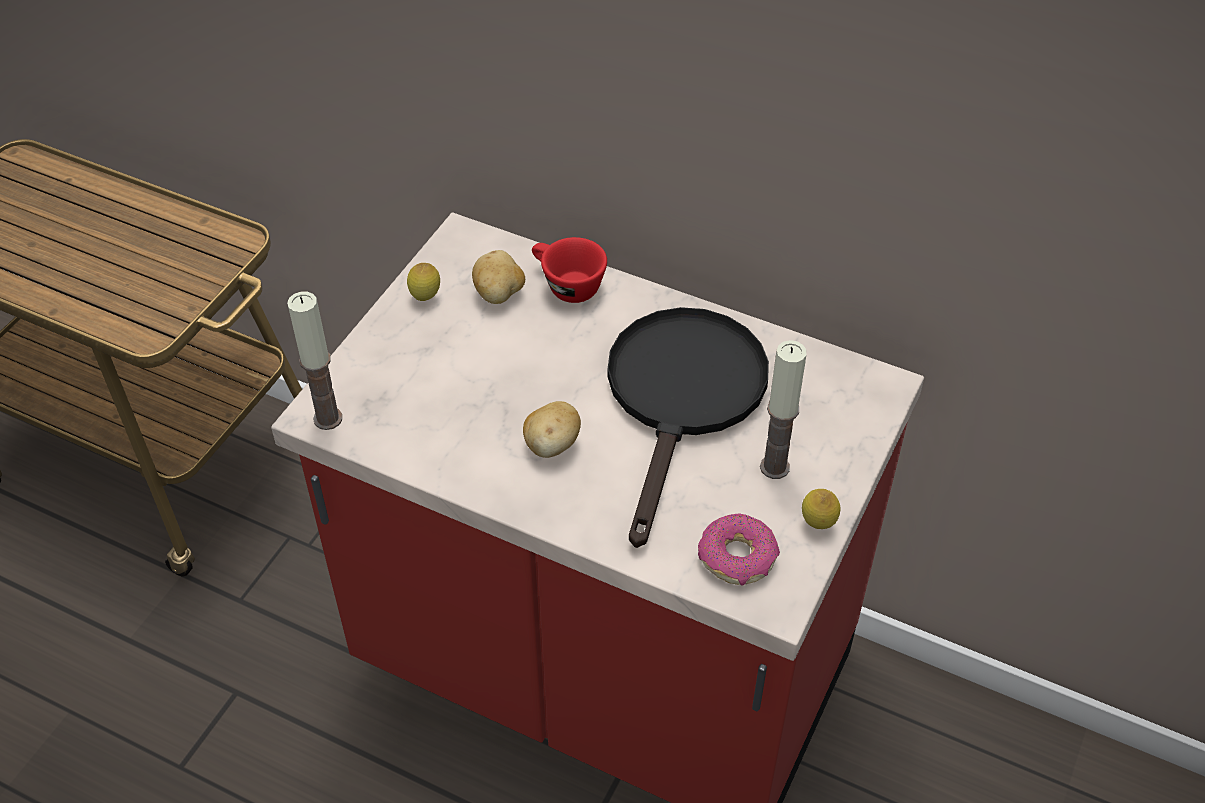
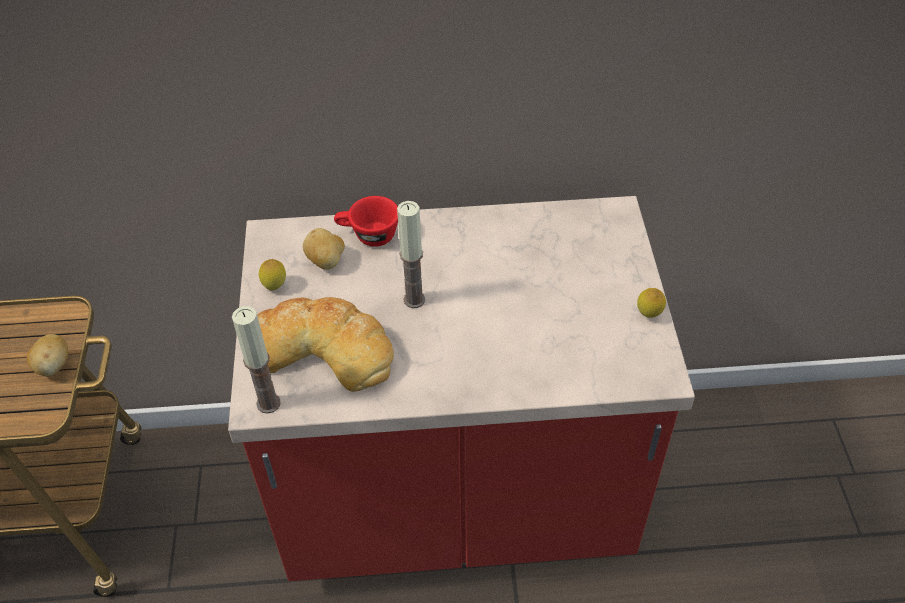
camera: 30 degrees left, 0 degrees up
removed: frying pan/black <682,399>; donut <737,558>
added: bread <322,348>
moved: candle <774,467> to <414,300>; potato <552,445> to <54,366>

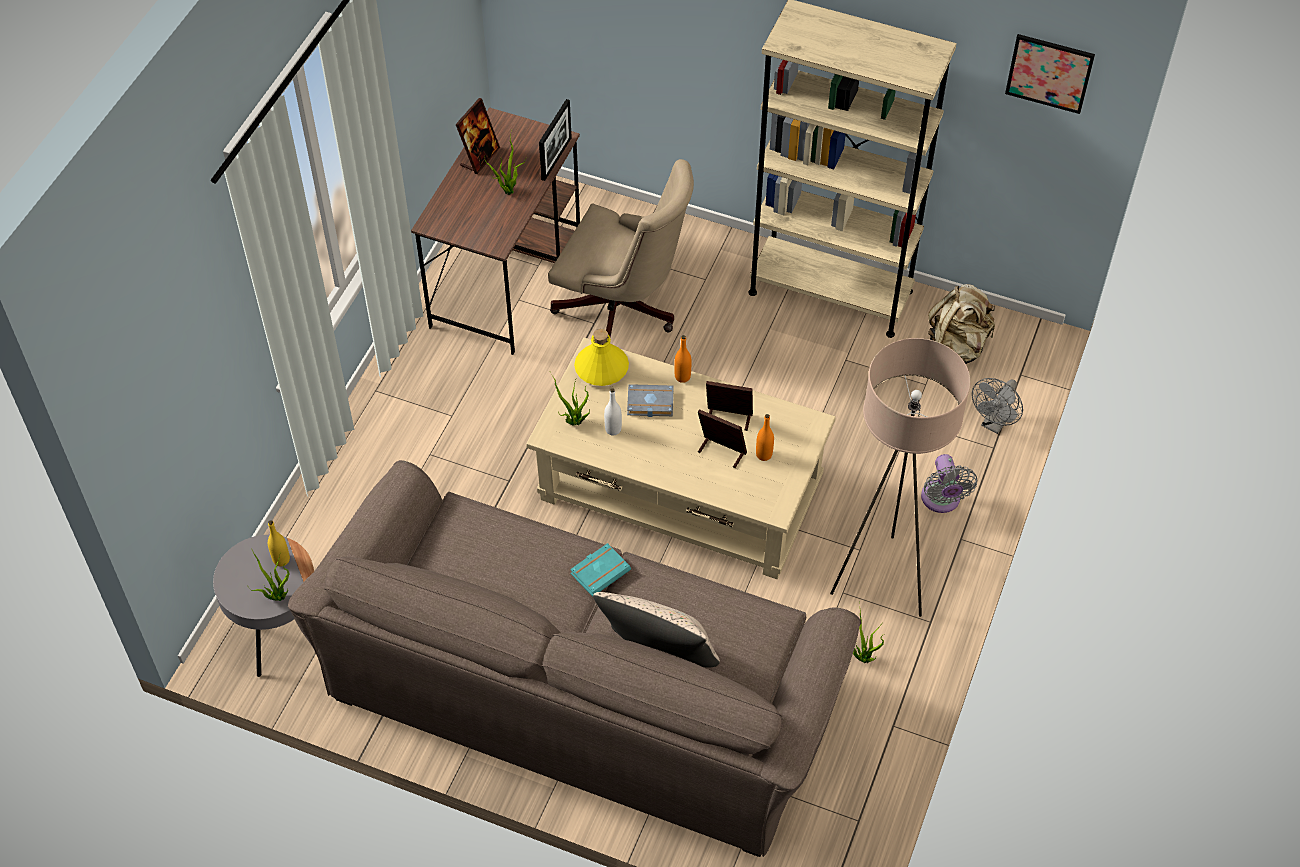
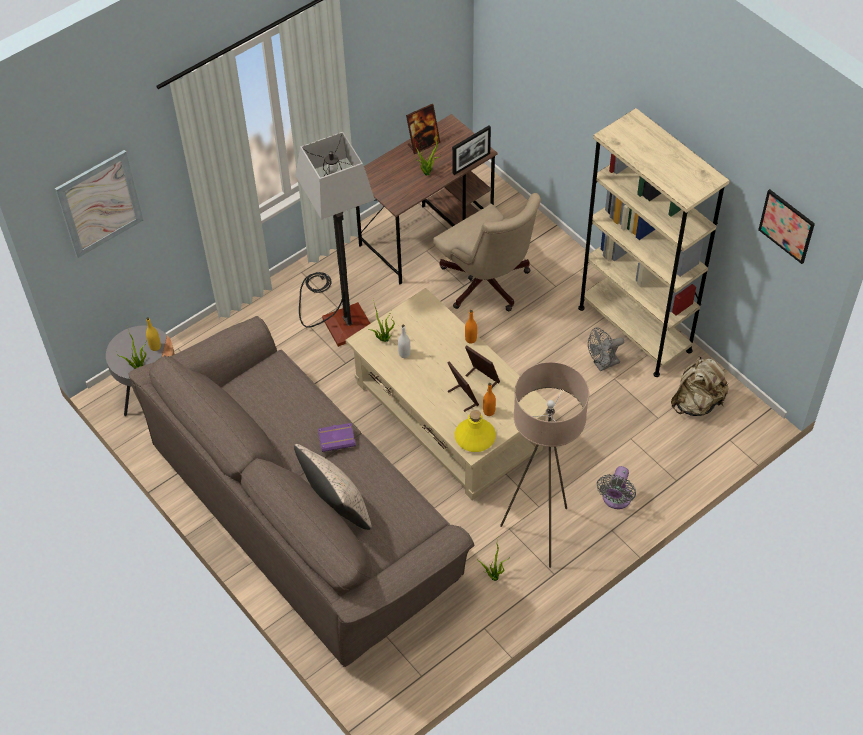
camera: 30 degrees right, 0 degrees up
removed: book/grey <649,404>
added: floor lamp <338,317>; picture <99,204>
moved: bottle/yellow <601,368> to <474,437>; fan/grey <994,424> to <603,364>
recoloured: book/turquoise <600,571> to book/purple <337,438>

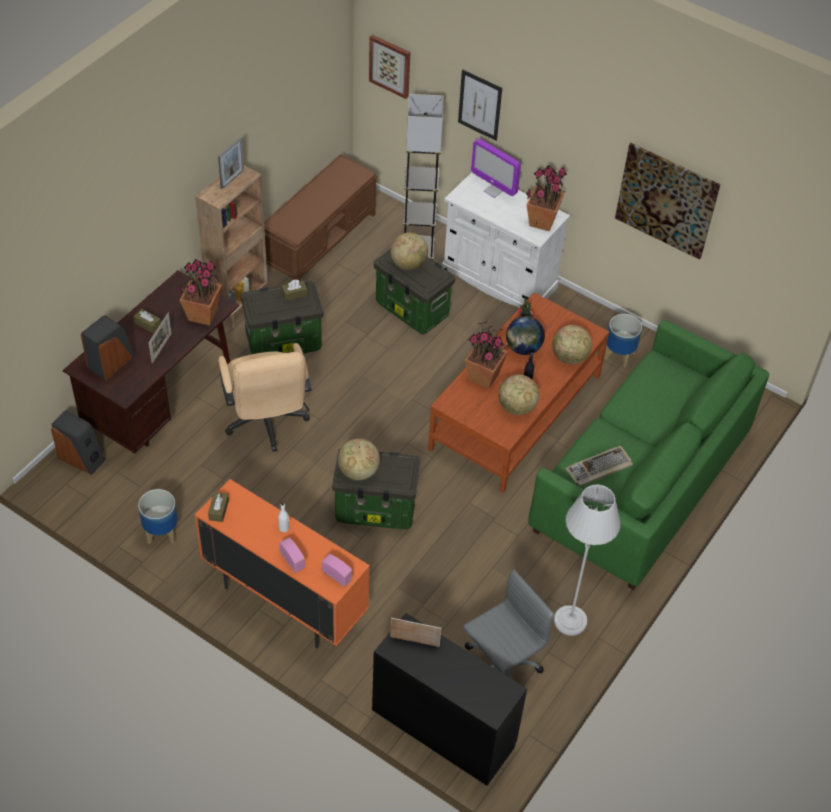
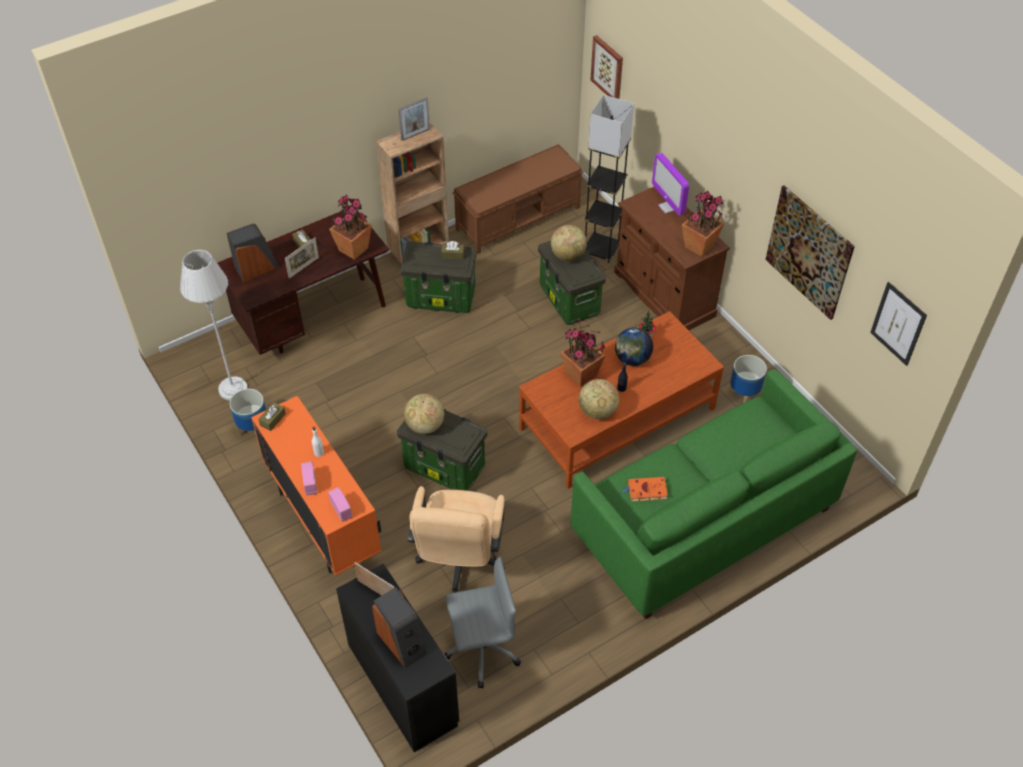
camera: 25 degrees right, 0 degrees up
removed: globe <570,357>
moved: picture <480,105> to <898,323>; office chair/beige <267,424> to <460,562>; speaker <82,458> to <402,642>; floor lamp/grey <570,621> to <233,389>
replaced: keyboard <599,468> to book/orange <646,491>
recoloured: cabinet/white <499,278> to cabinet/brown <663,294>

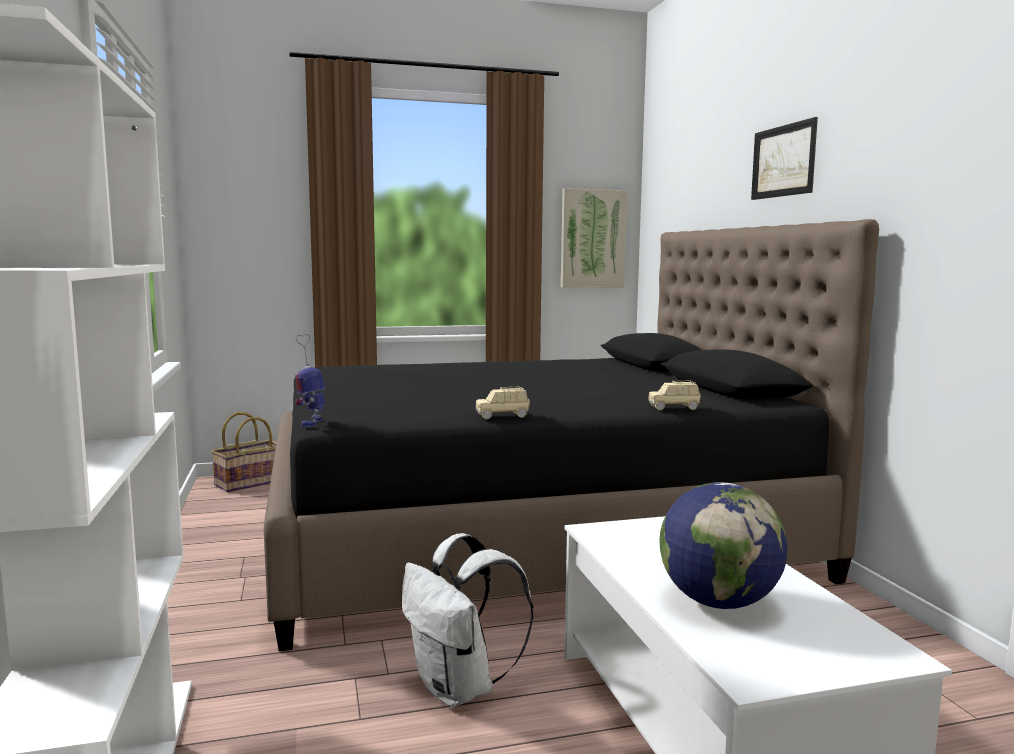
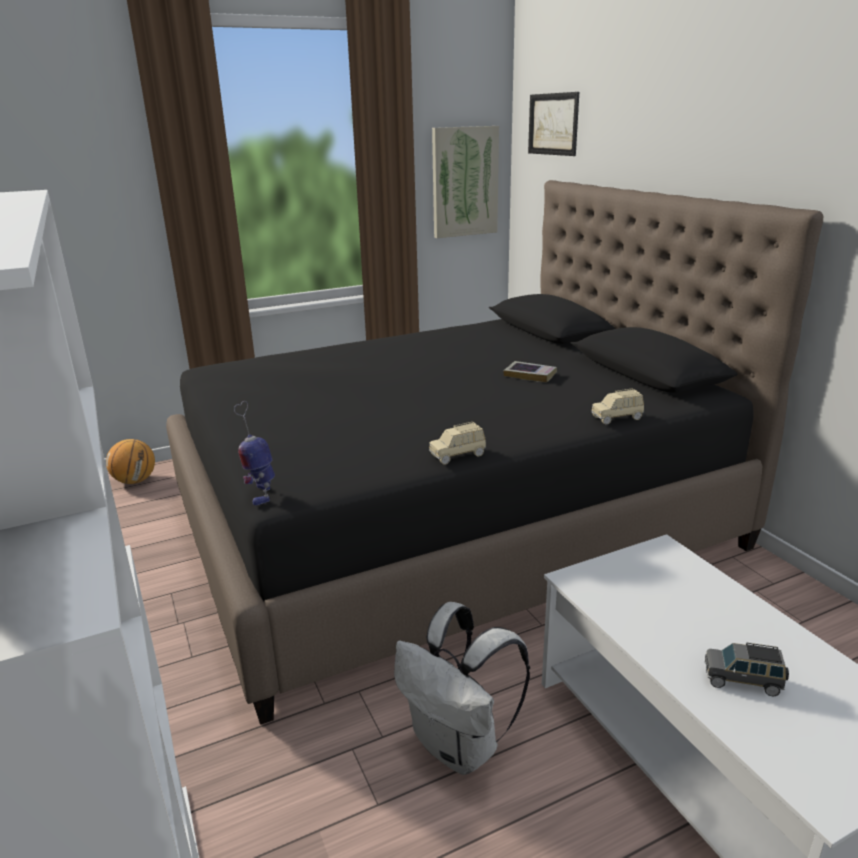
camera: 10 degrees left, 15 degrees up
added: book <530,375>
moved: picture <783,161> to <553,124>
replaced: basket <250,482> to basketball <135,481>; globe <718,602> to toy car/grey <743,680>

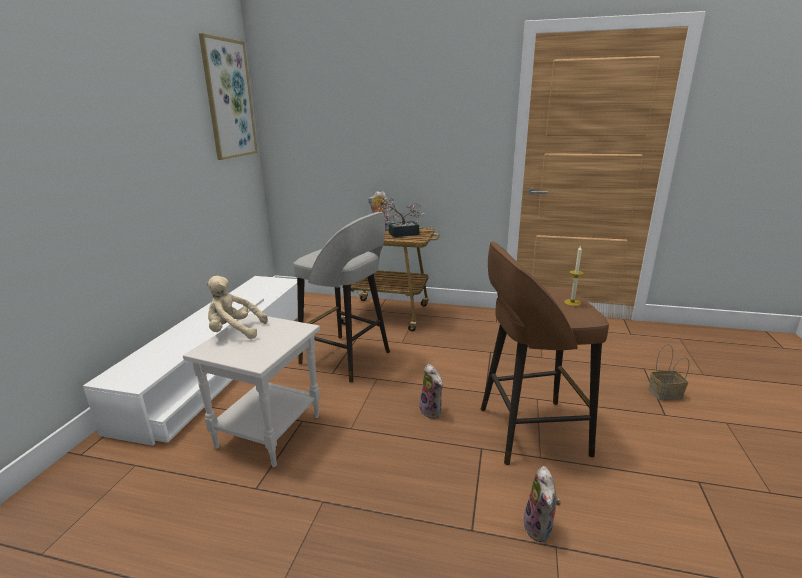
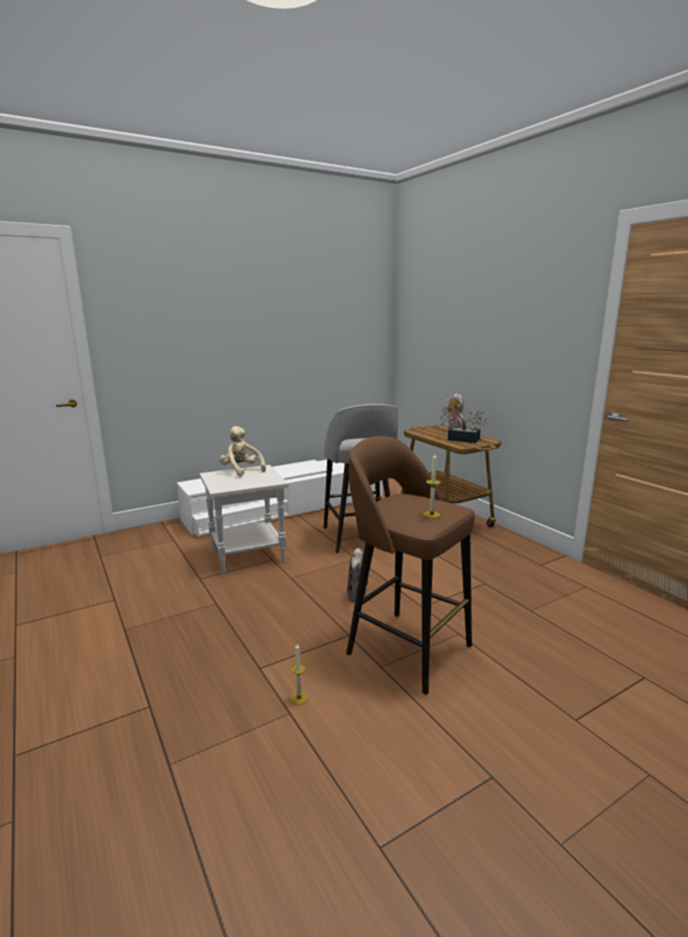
camera: 45 degrees right, 5 degrees down
removed: picture <229,99>; basket <664,394>
replaced: plush toy <540,528> to candle <299,698>

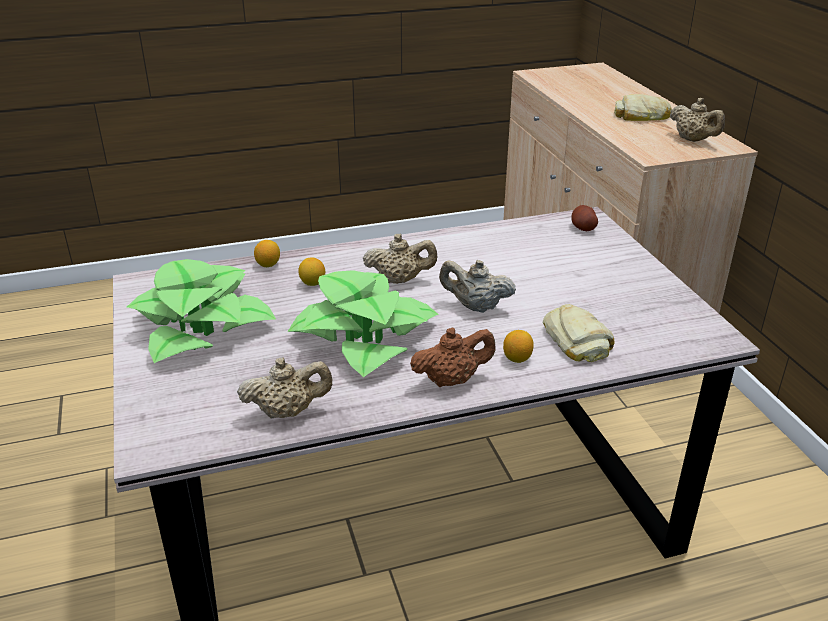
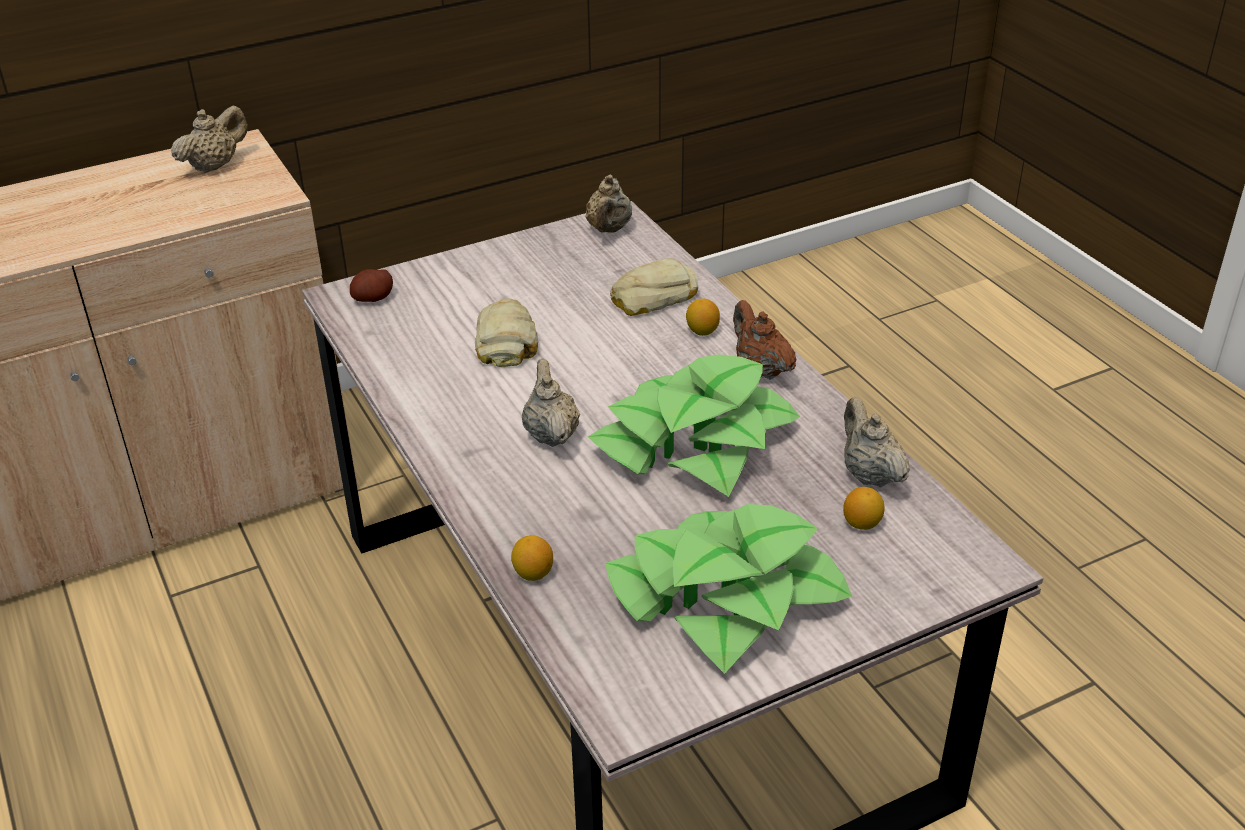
camera: 100 degrees left, 5 degrees up
moved: bread <642,116> to <507,341>; lemon <312,283> to <862,523>; teapot/beige <475,307> to <608,229>

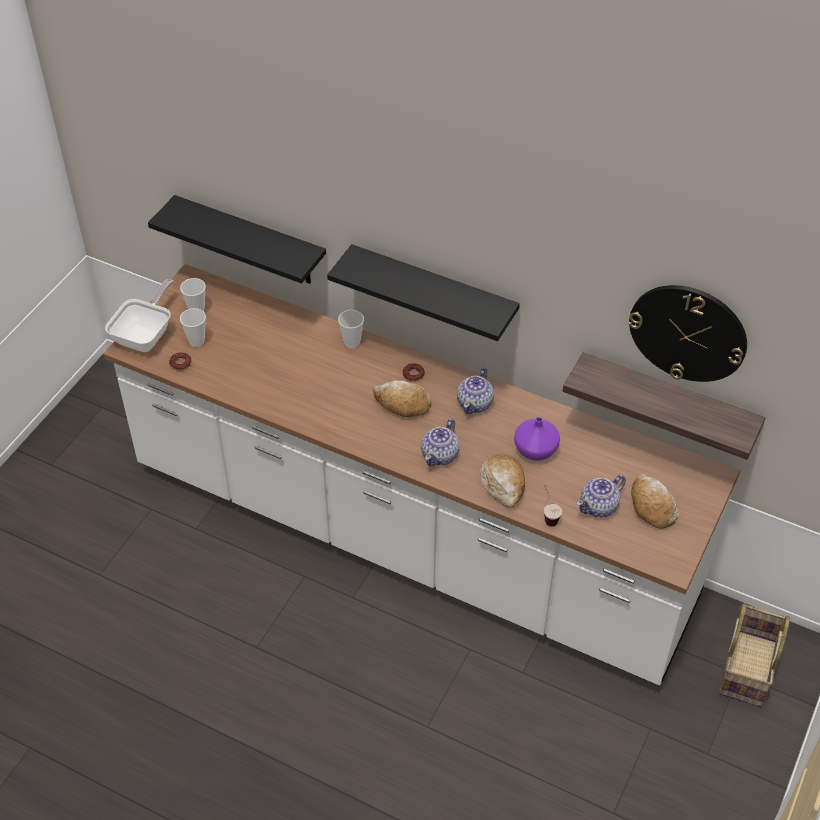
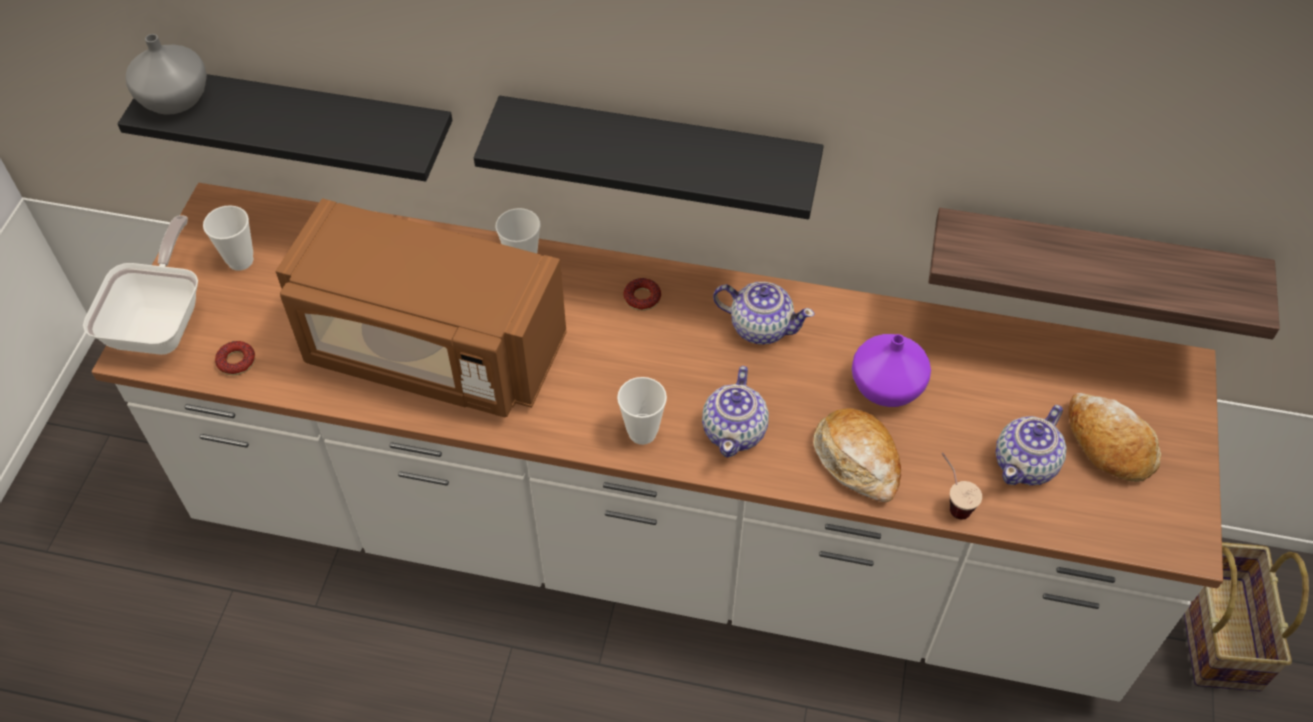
camera: 15 degrees left, 5 degrees up
removed: wall clock <688,332>; bread <402,404>
added: vase/grey <174,98>; microwave/brown <432,351>
moved: cup <196,341> to <642,433>
turned: teapot <475,403> = <760,326> 75 degrees counterclockwise

